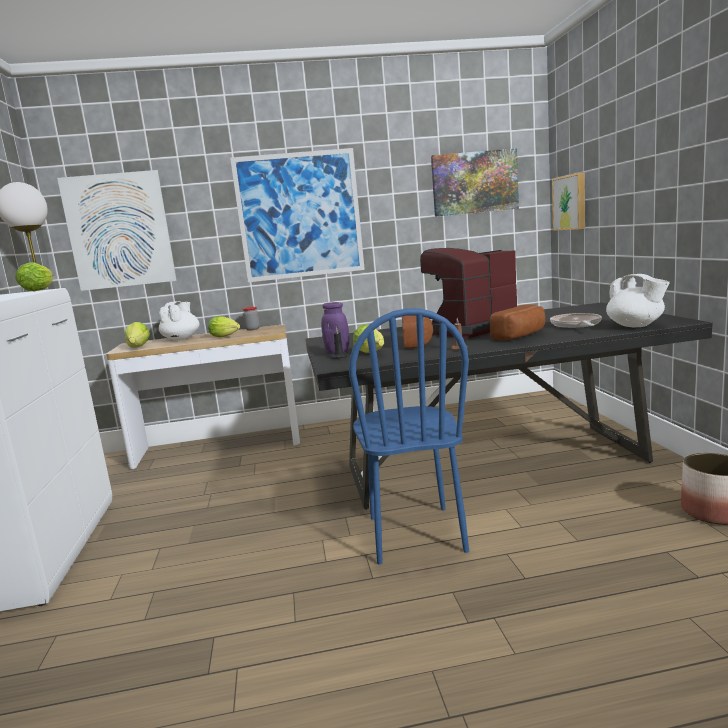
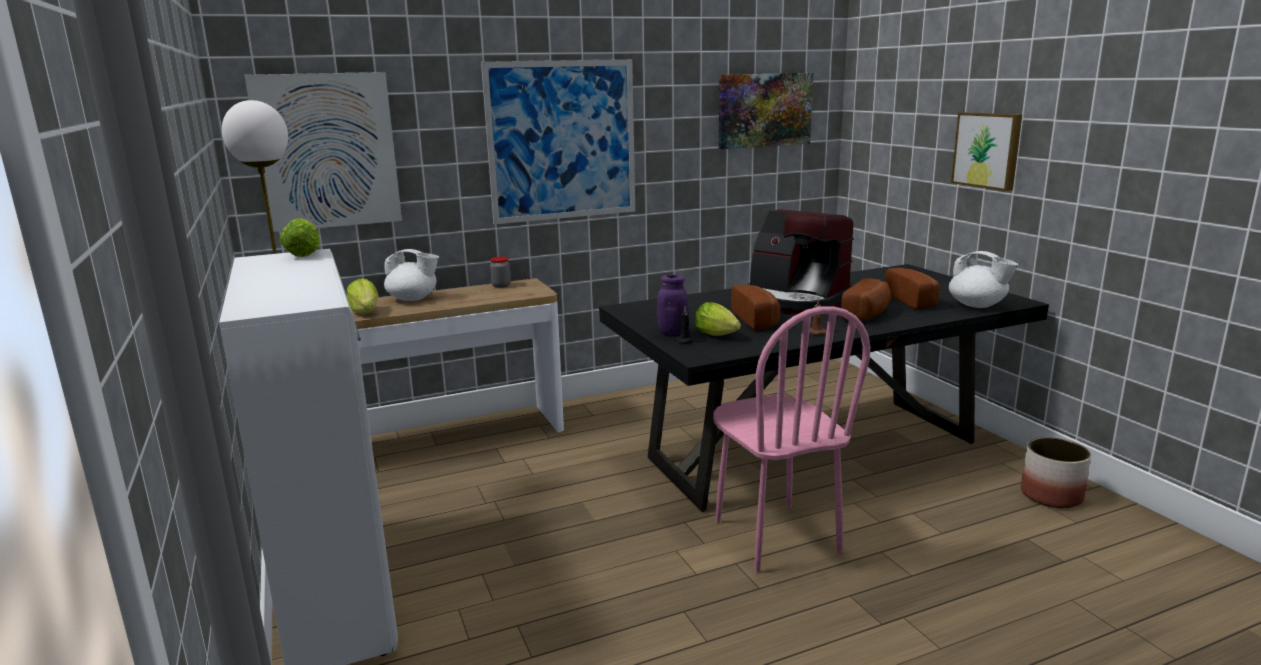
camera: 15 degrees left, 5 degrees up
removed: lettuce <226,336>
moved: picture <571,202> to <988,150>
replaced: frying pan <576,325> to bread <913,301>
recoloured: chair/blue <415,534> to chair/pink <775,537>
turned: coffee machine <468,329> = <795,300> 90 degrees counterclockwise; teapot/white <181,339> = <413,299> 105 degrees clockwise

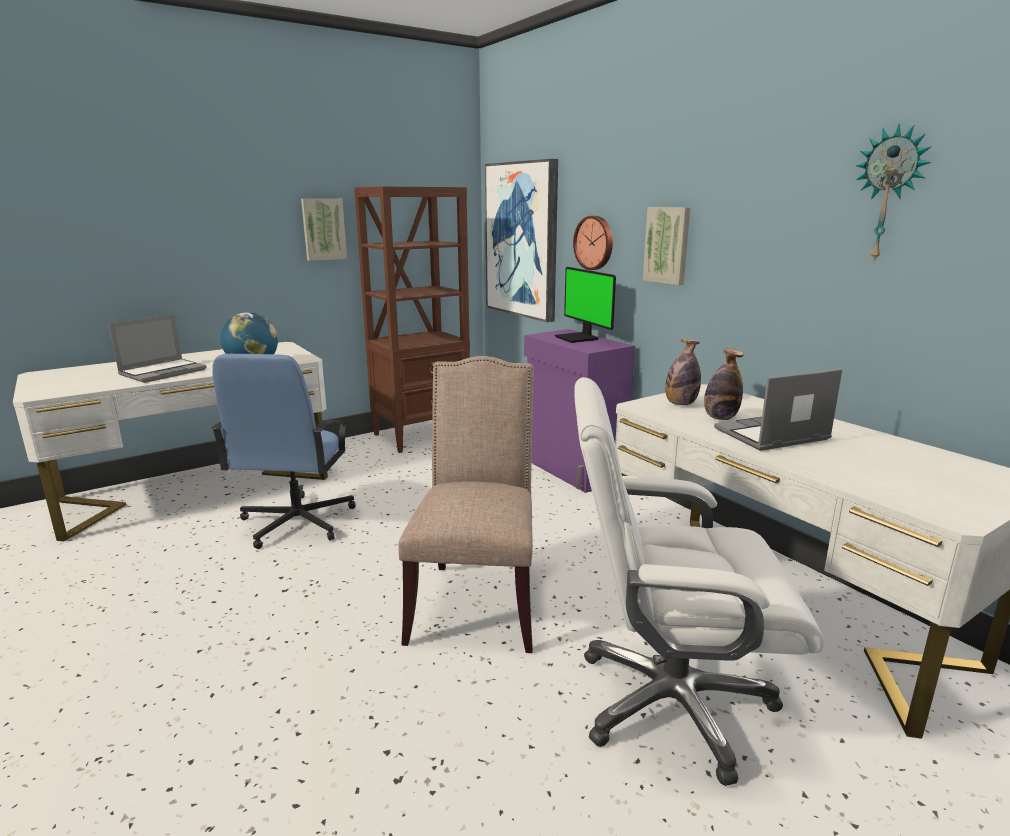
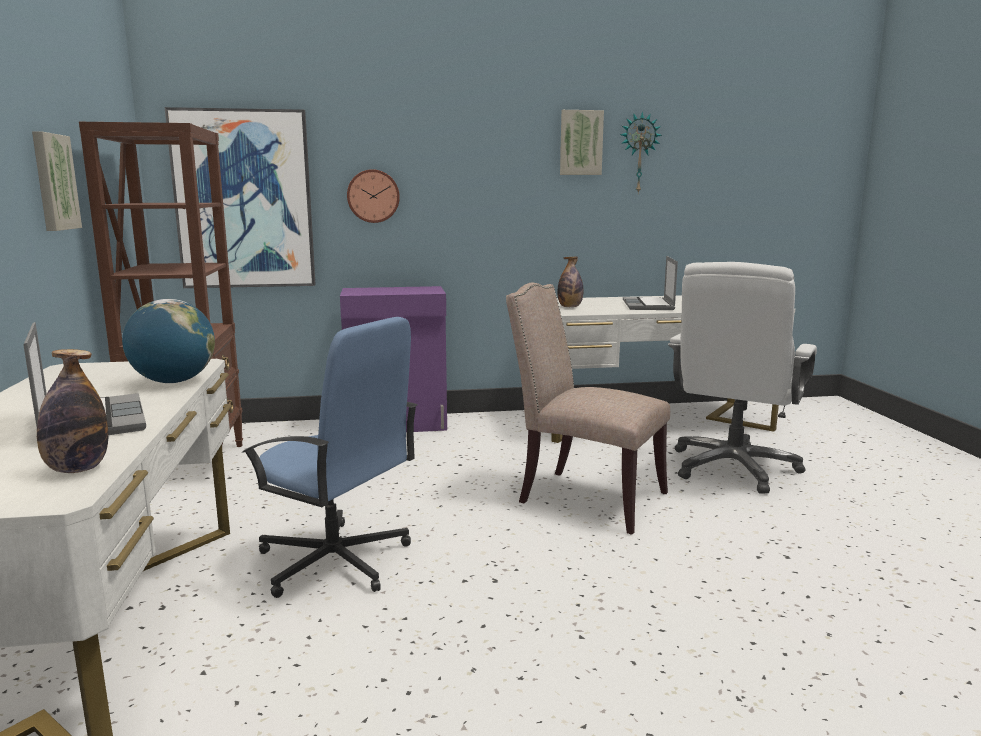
camera: 65 degrees left, 5 degrees down
removed: monitor <578,338>
moved: picture <668,245> to <580,143>; bottle <720,418> to <77,469>

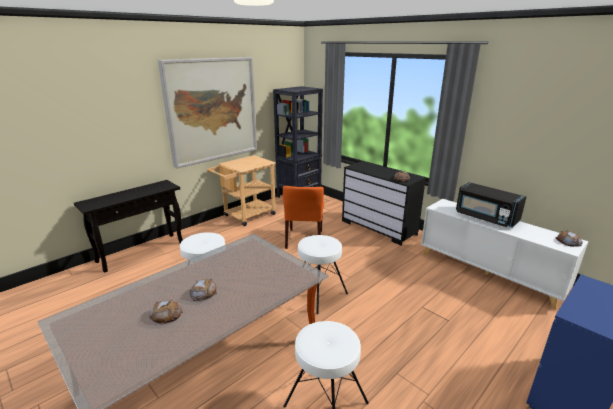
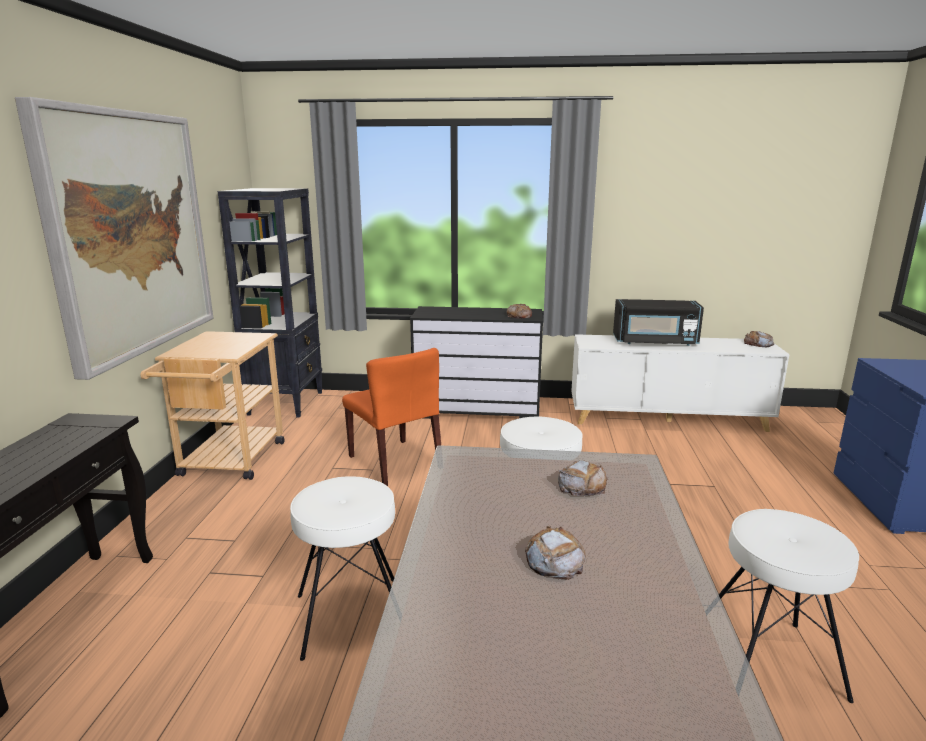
camera: 40 degrees left, 5 degrees down
moved: bread <166,314> to <582,485>

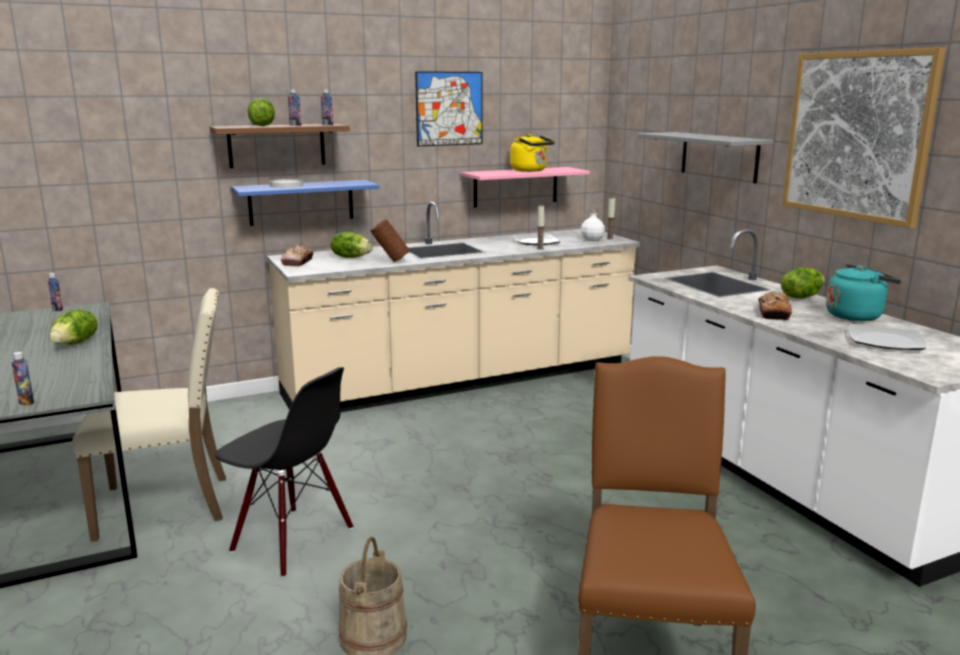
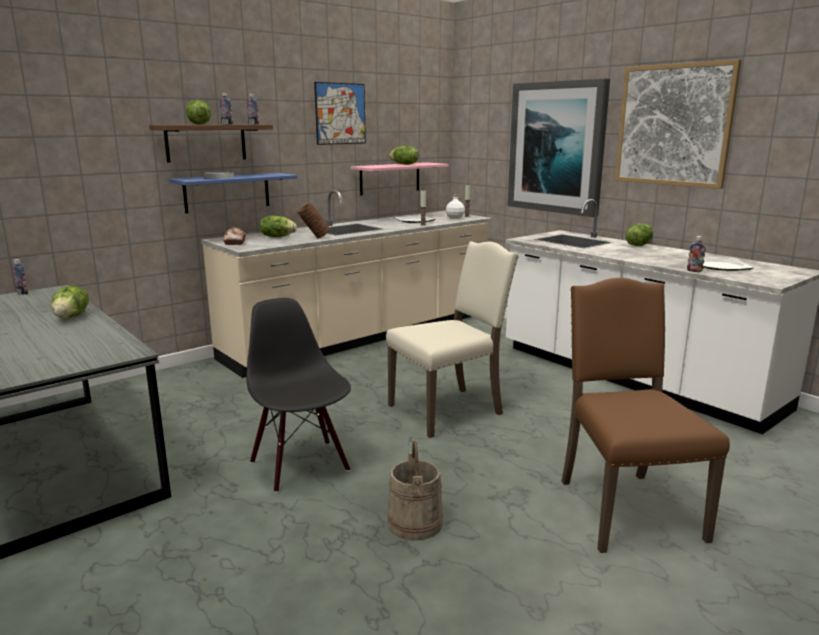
camera: 15 degrees left, 0 degrees up
removed: kettle/turquoise <856,316>; bread <773,313>
moved: chair/beige <167,505> to <448,410>; bottle <26,402> to <694,271>
replaced: shelf/grey <719,156> to picture <557,147>; kettle/yellow <531,170> to lettuce <404,164>
turned: chair/black <291,540> = <301,465> 135 degrees counterclockwise

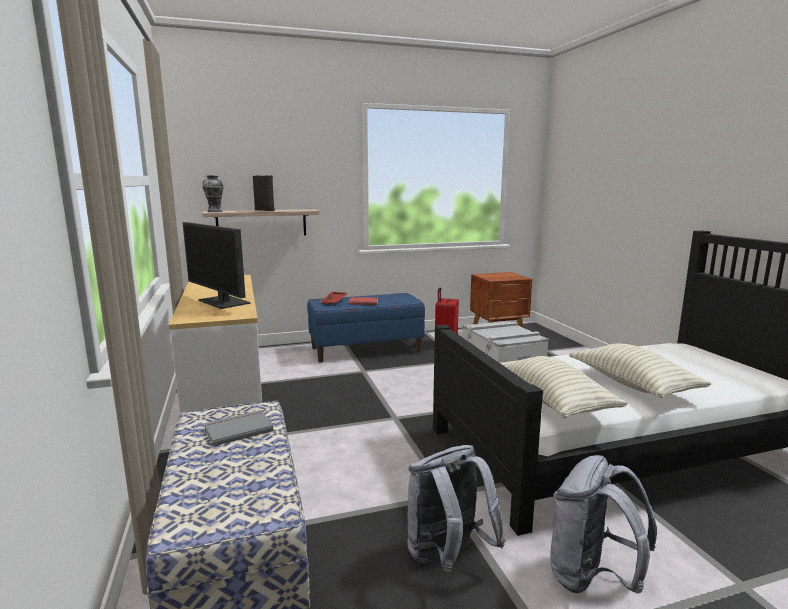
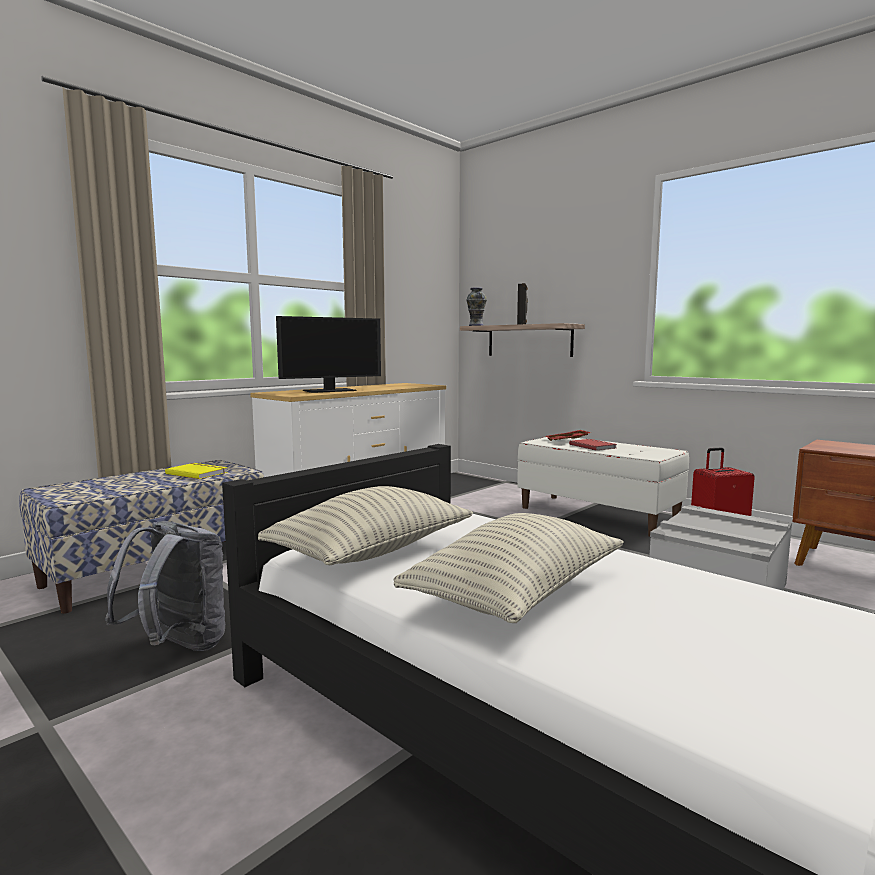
camera: 60 degrees right, 5 degrees down
removed: backpack/grey <592,578>
recoloured: bench/blue <366,349> to bench/white <597,514>; book/grey <238,429> to book/yellow <198,473>
turned: monitor <224,302> = <330,390> 135 degrees counterclockwise

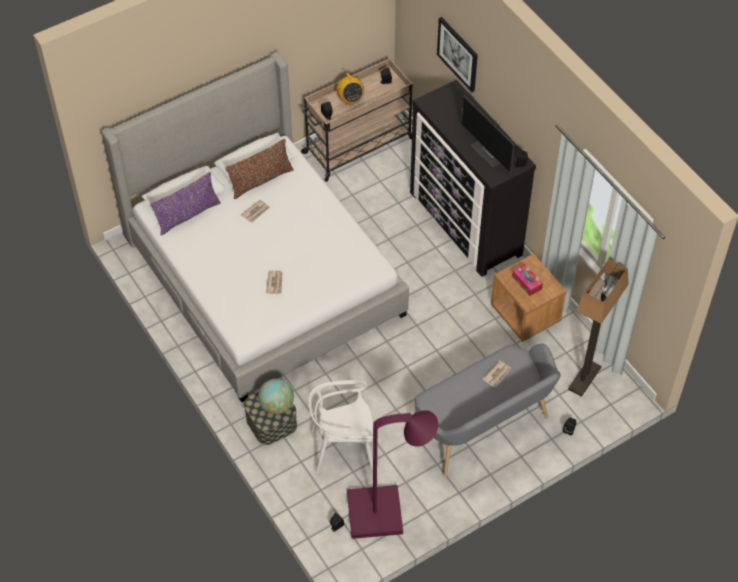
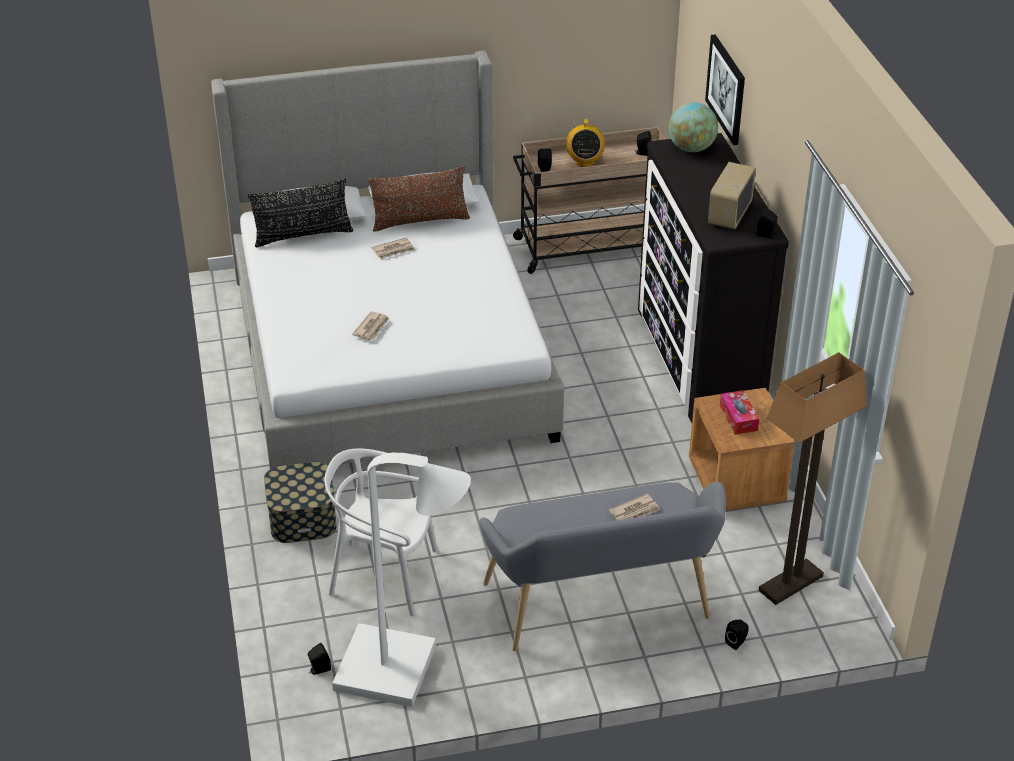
camera: 20 degrees right, 15 degrees down
moved: globe <276,405> to <691,148>
replaced: monitor <491,152> to radio <729,214>
recoloured: pillow/purple <188,216> to pillow/black <303,235>; floor lamp/purple <385,512> to floor lamp/white <401,671>

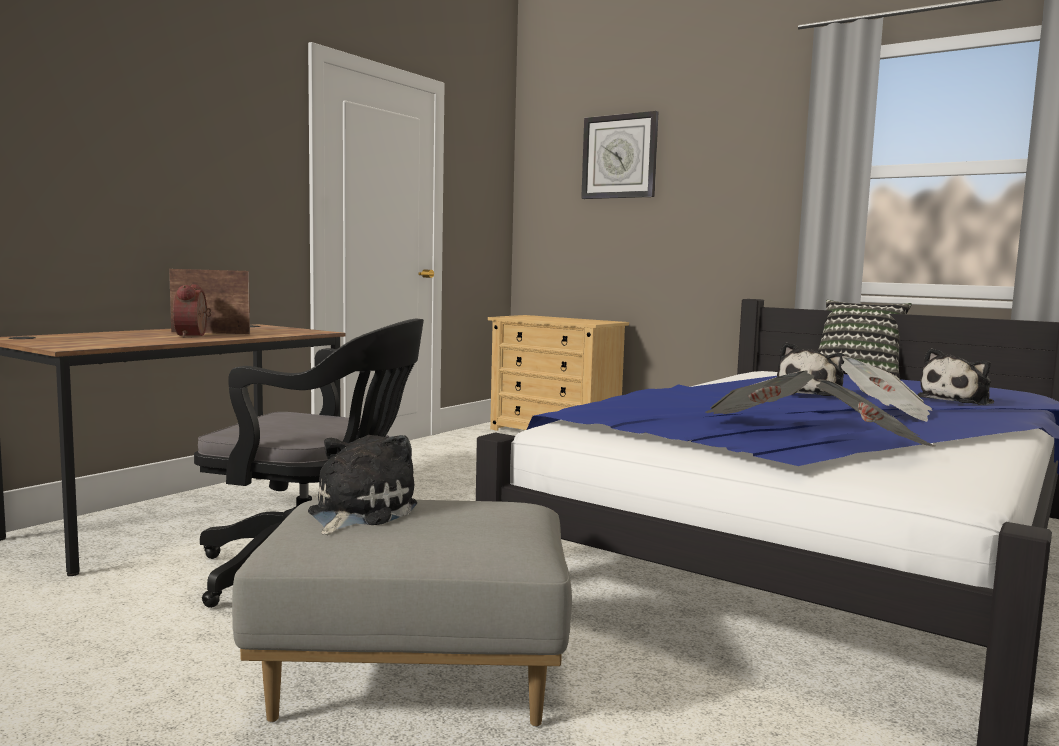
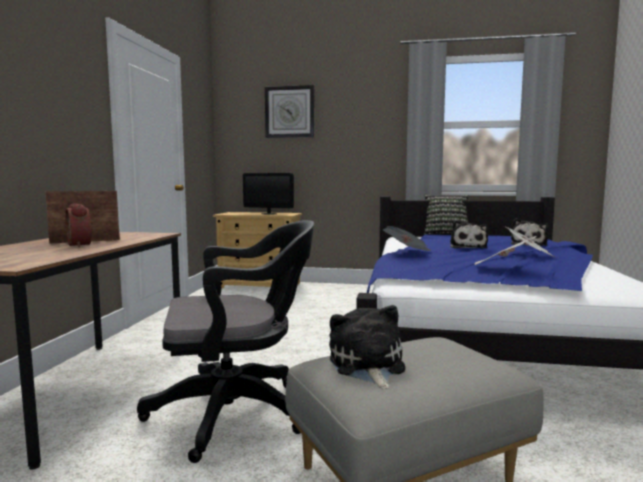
camera: 25 degrees left, 0 degrees up
added: monitor <269,213>
moved: newspaper <872,443> to <407,252>

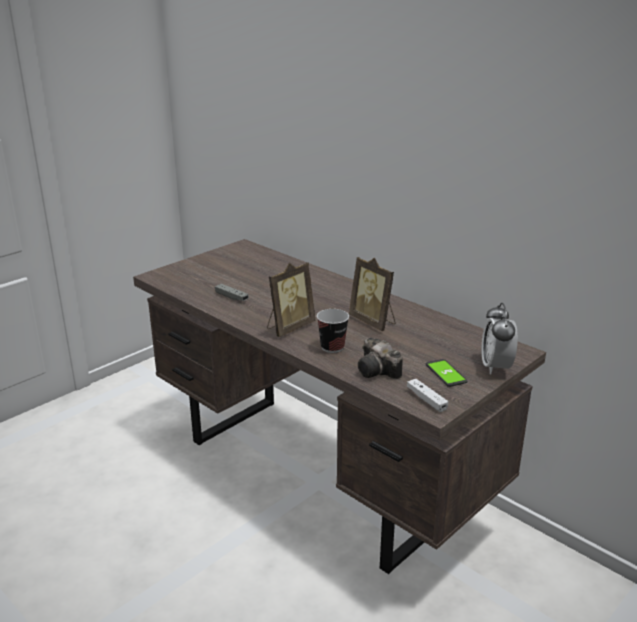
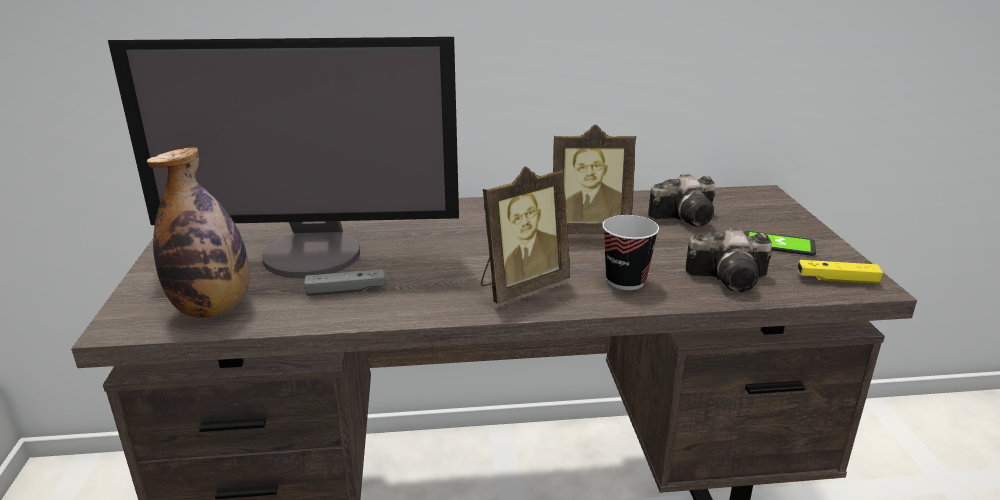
camera: 50 degrees left, 0 degrees up
removed: alarm clock <496,367>
added: monitor <314,254>; bottle <213,308>; photo camera <687,217>
recoloured: game controller/white <426,400> to game controller/yellow <837,279>
turned: picture frame <289,327> = <521,286> 60 degrees clockwise

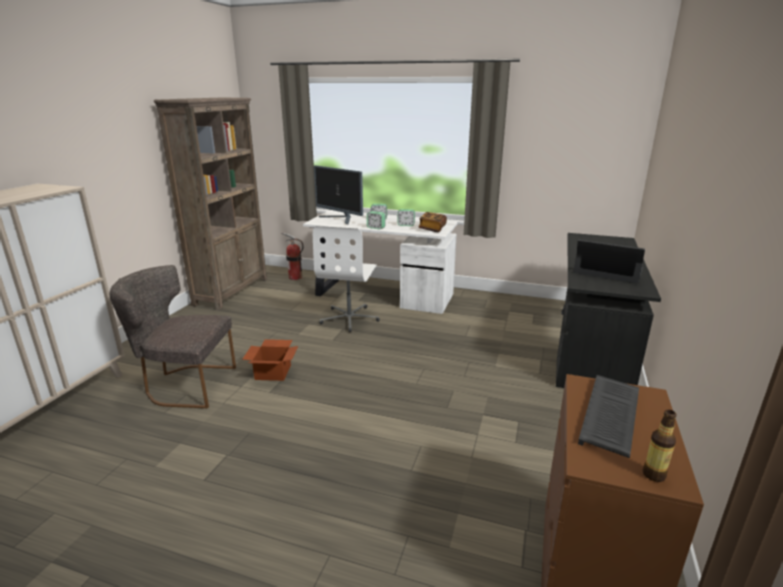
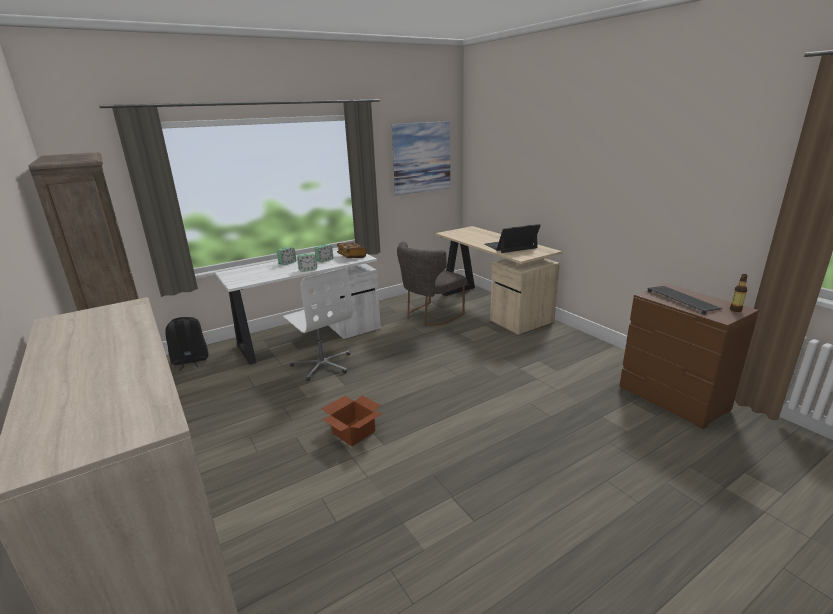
camera: 50 degrees left, 0 degrees up
removed: monitor <340,219>
added: picture <421,157>
moved: chair/grey <185,385> to <430,316>
replaced: fire extinguisher <295,277> to backpack/black <190,361>
recoloured: desk/black <590,347> to desk/beige <491,306>

